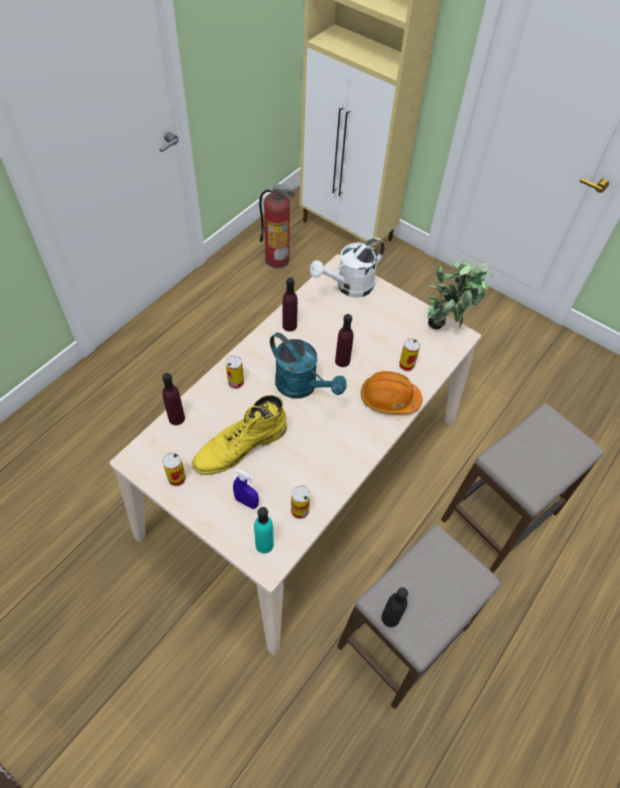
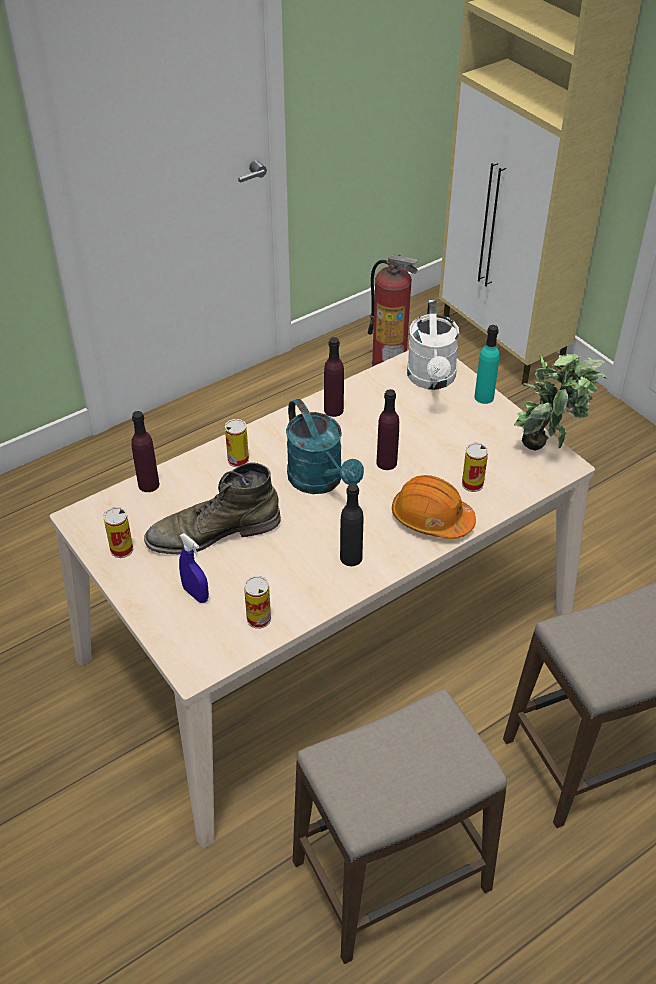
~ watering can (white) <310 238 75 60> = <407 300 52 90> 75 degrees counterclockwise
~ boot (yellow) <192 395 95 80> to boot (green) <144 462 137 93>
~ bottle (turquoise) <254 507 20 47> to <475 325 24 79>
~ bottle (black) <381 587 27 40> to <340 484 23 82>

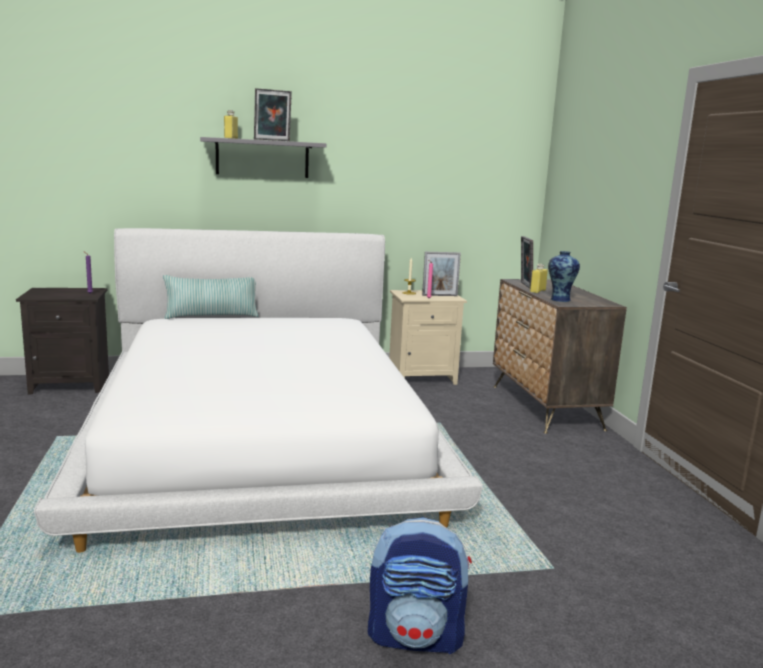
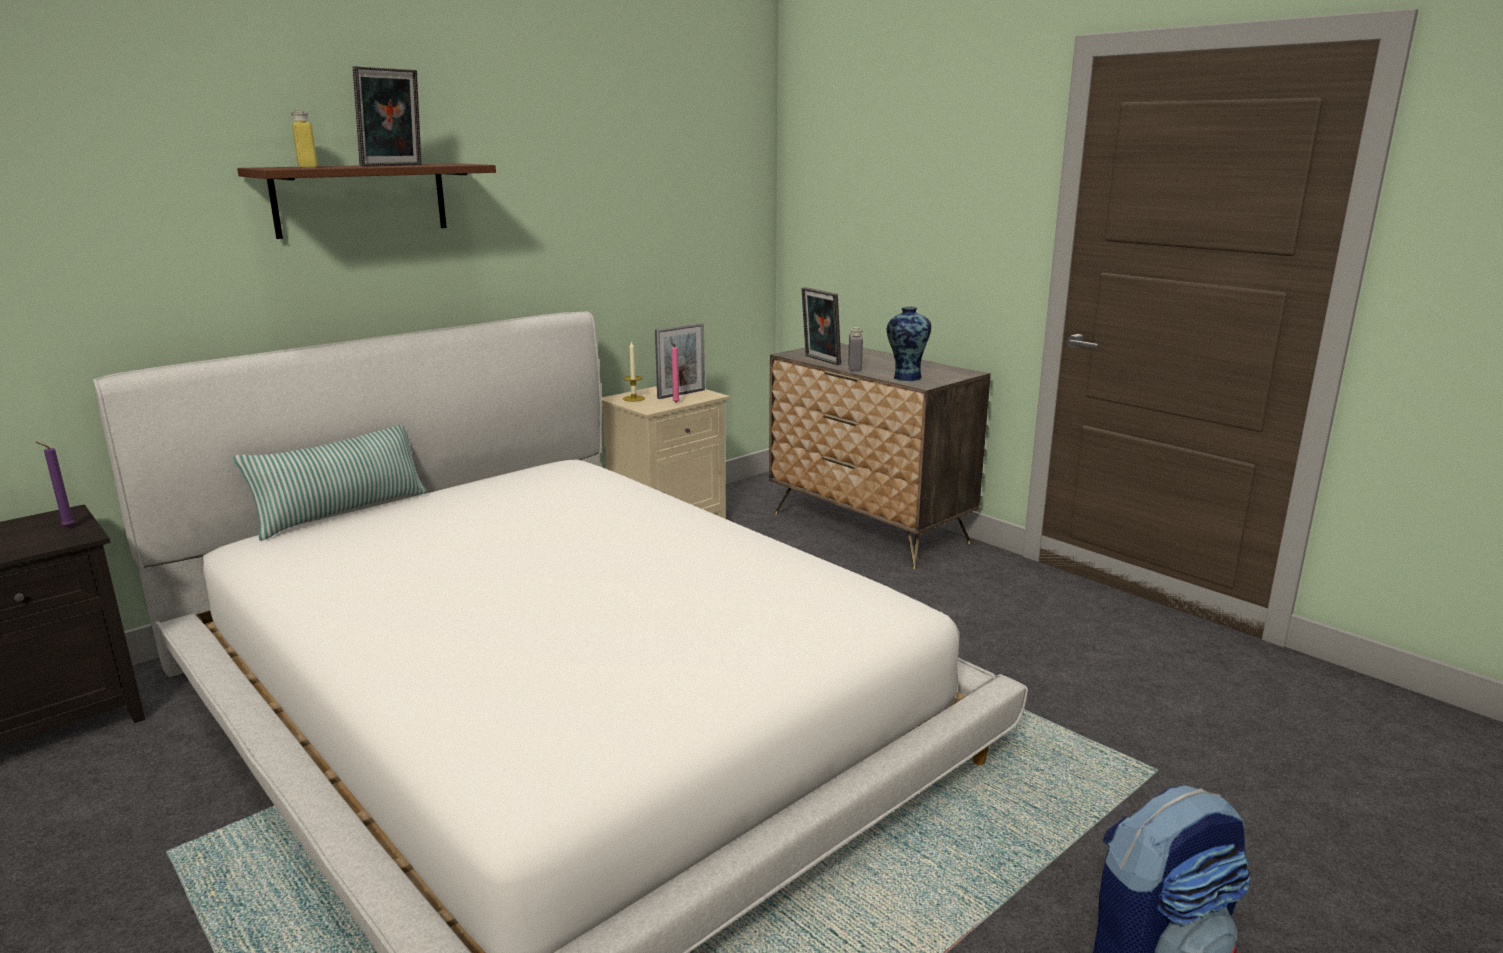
~ shelf (grey) <200 137 127 41> to shelf (brown) <237 163 259 76>
~ bottle (yellow) <530 264 18 29> to bottle (grey) <848 327 15 45>

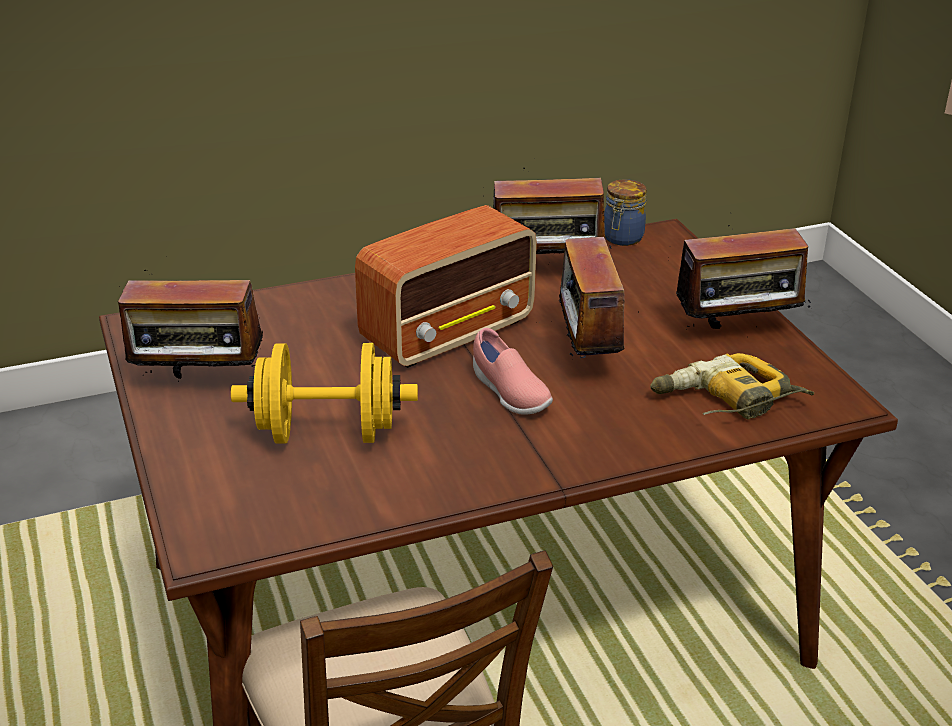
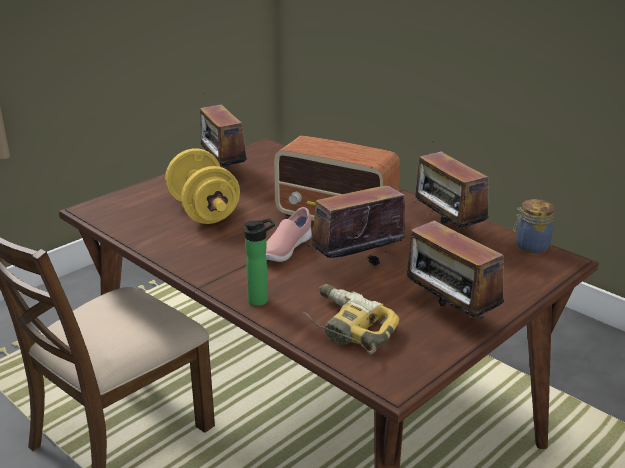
+ bottle <244 218 31 88>

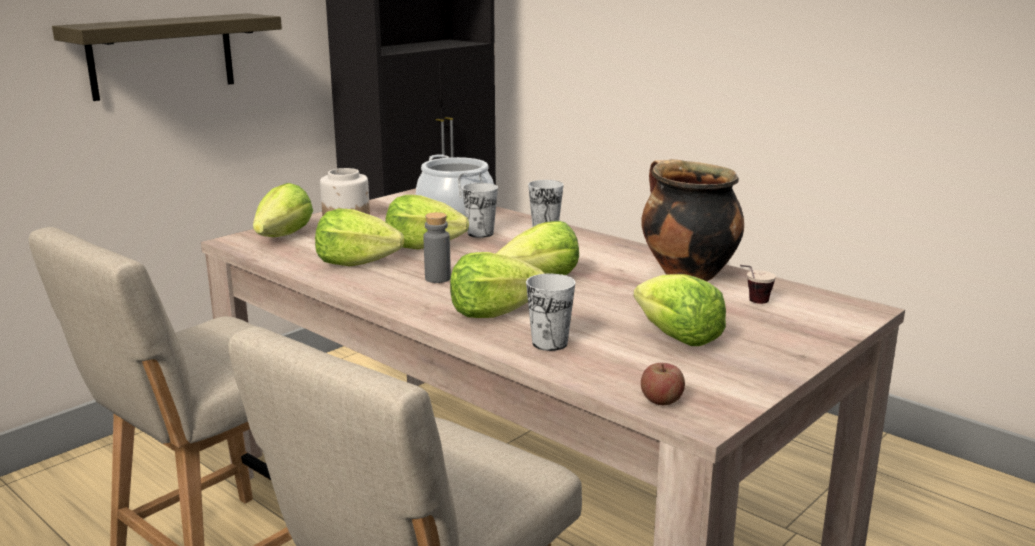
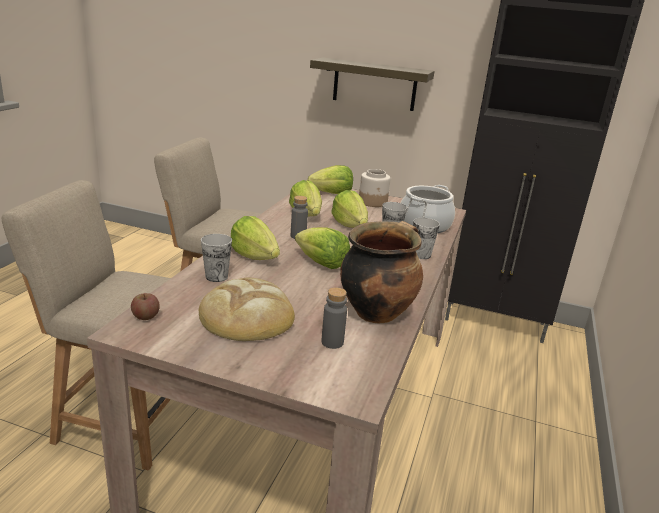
~ cup <740 265 36 39> to bottle (grey) <321 287 26 62>
~ lettuce <634 274 92 72> to bread <199 278 96 63>

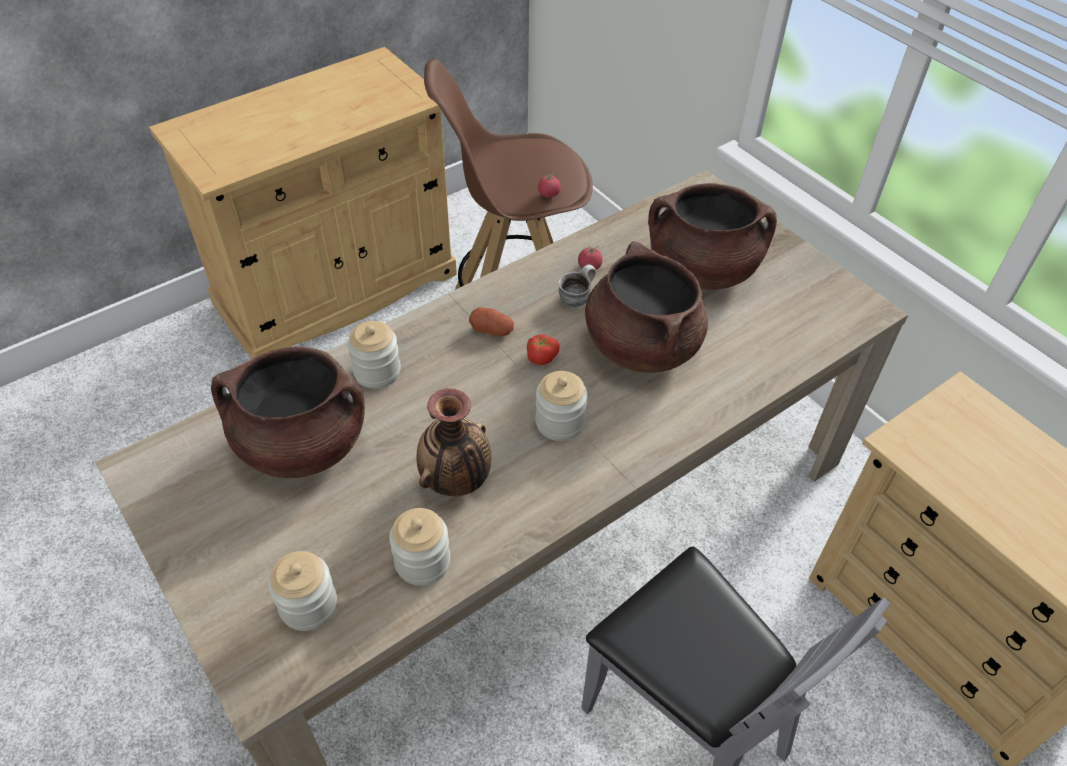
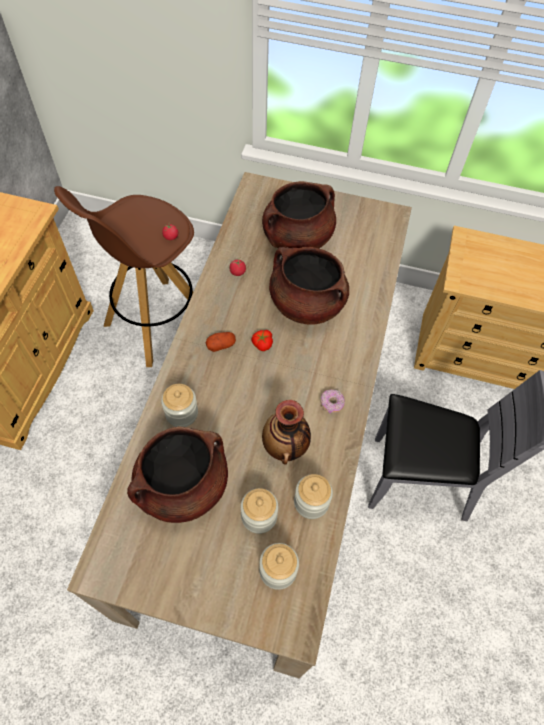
- mug <558 265 38 42>
~ jar <535 371 52 70> to <241 488 37 46>
+ donut <320 389 25 24>

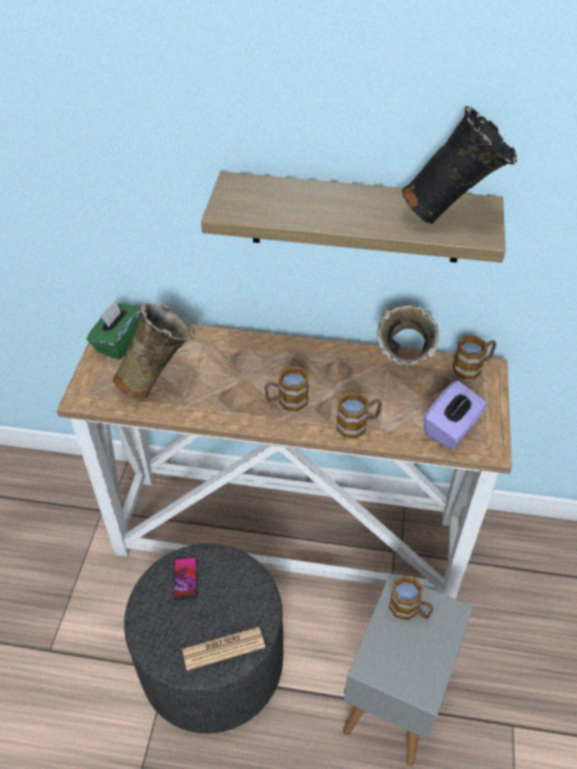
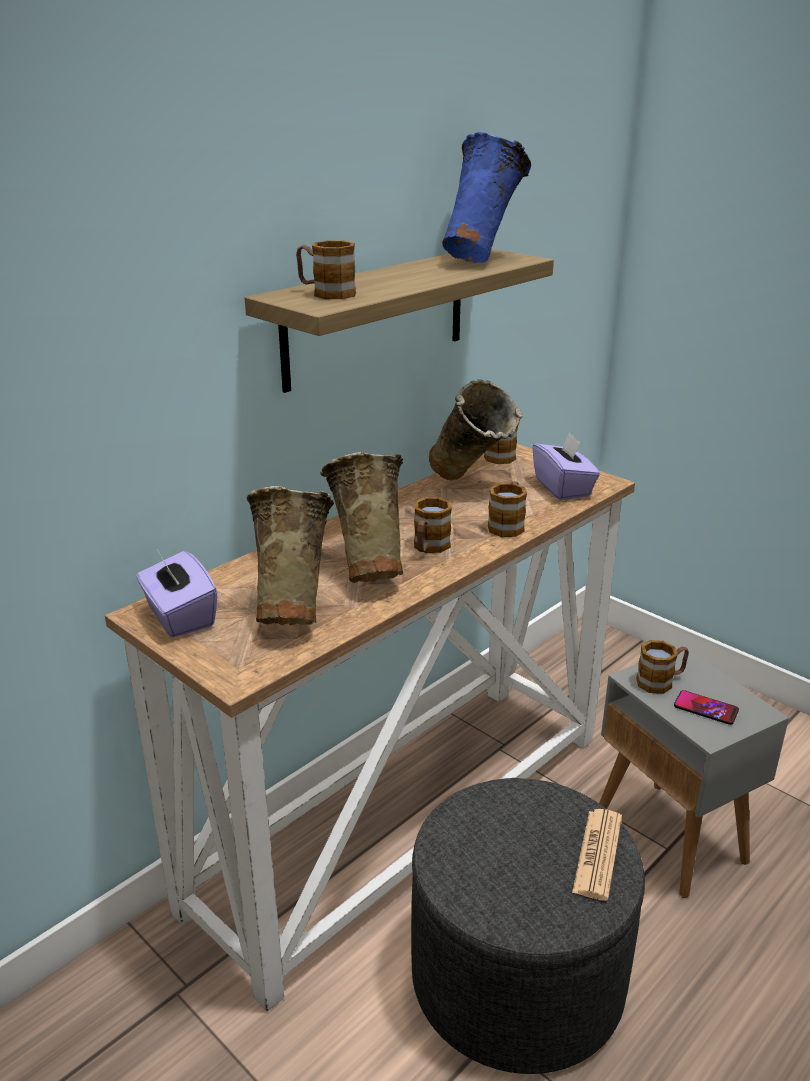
~ vase (black) <402 106 115 118> to vase (blue) <442 132 89 131>
~ tissue box (green) <87 300 54 60> to tissue box (purple) <136 549 81 89>
~ phone <173 557 24 43> to <674 690 65 35>
+ mug <296 240 60 59>
+ vase (beige) <320 452 83 131>

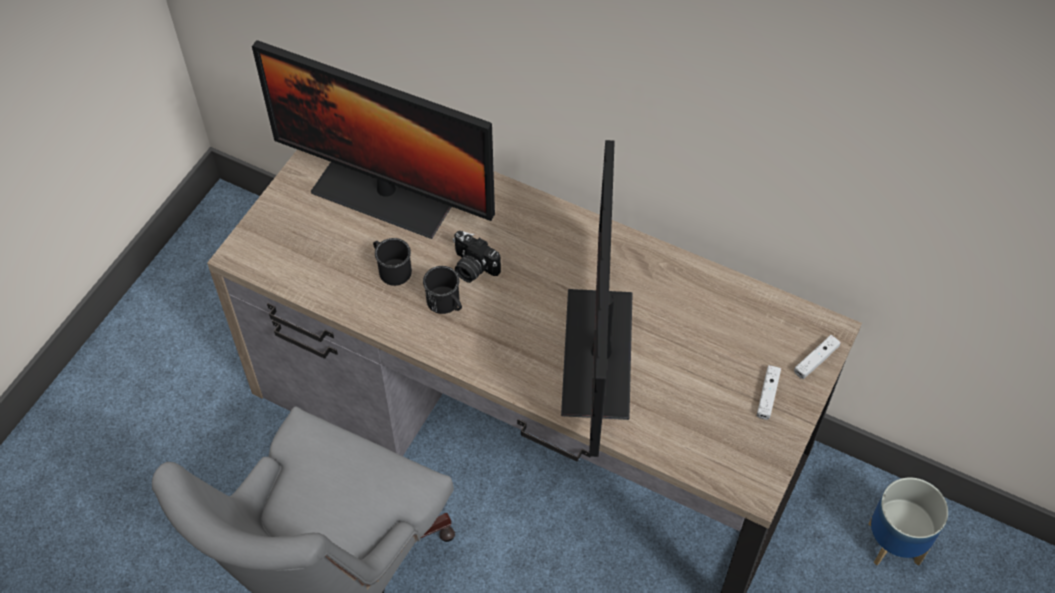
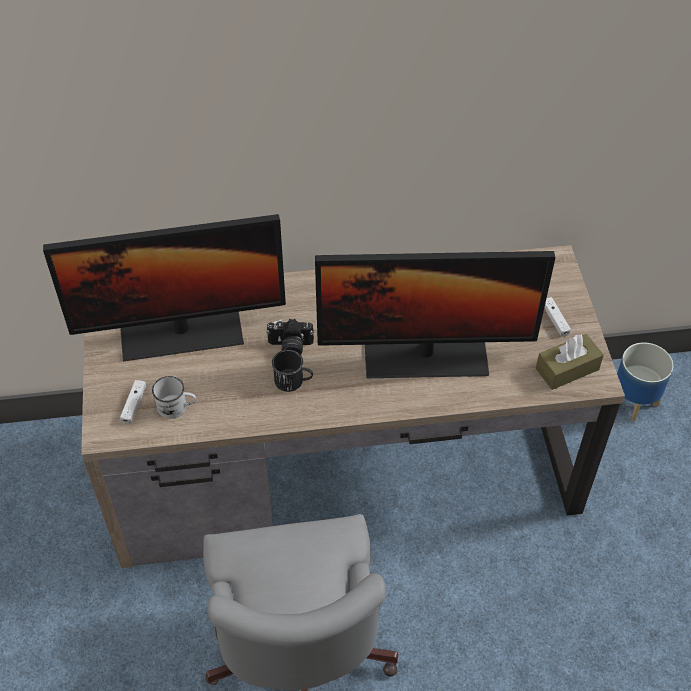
~ monitor <561 140 72 317> = <315 251 240 127> 60 degrees counterclockwise
- mug (black) <373 238 39 48>
~ game controller (white) <794 335 47 44> to <120 380 26 44>
+ tissue box (brown) <536 334 68 56>
+ mug (white) <152 376 44 43>

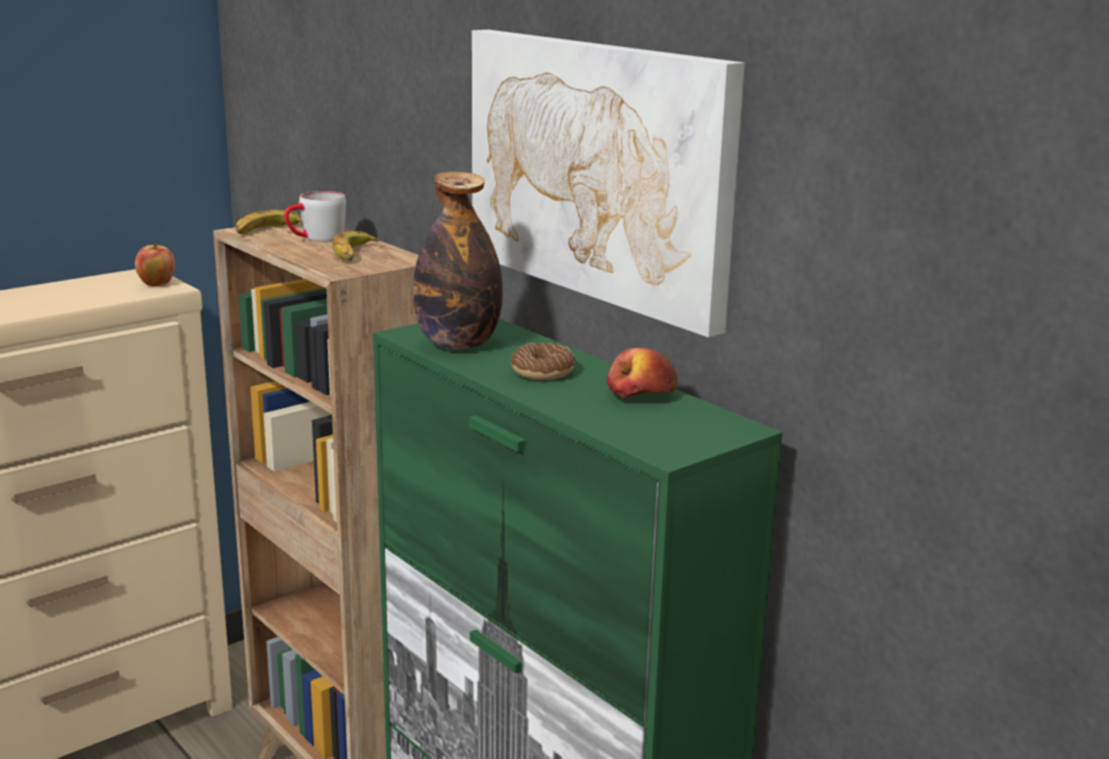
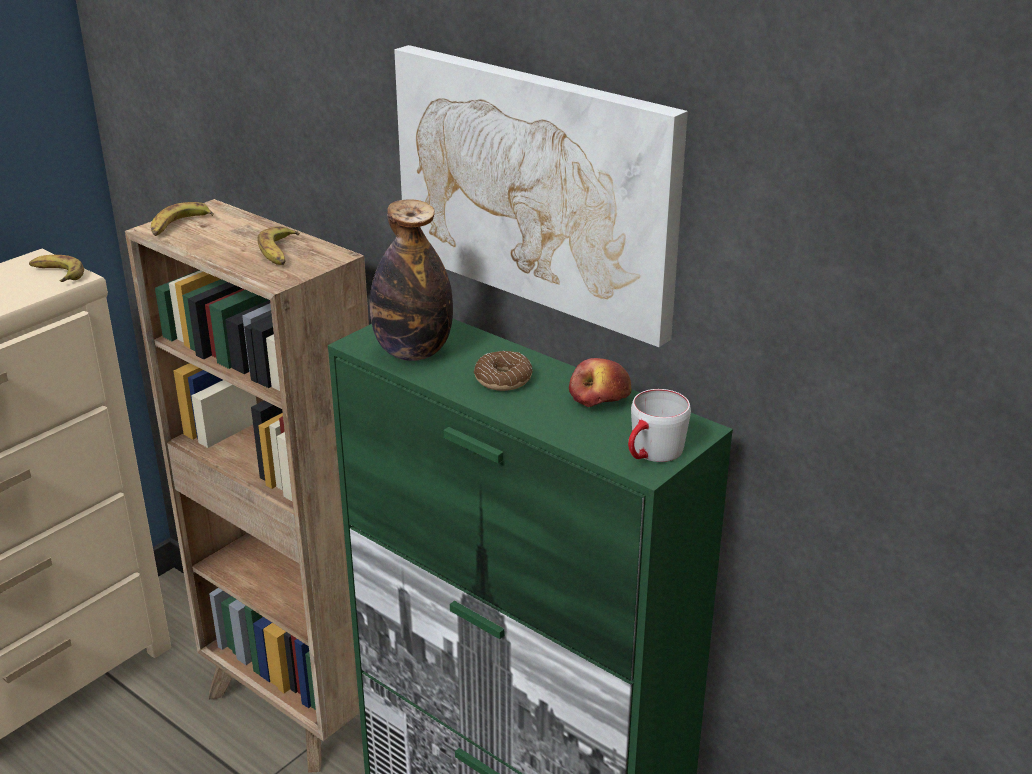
~ mug (grey) <284 191 62 50> to <628 389 63 73>
~ apple <135 243 40 43> to banana <29 255 55 27>

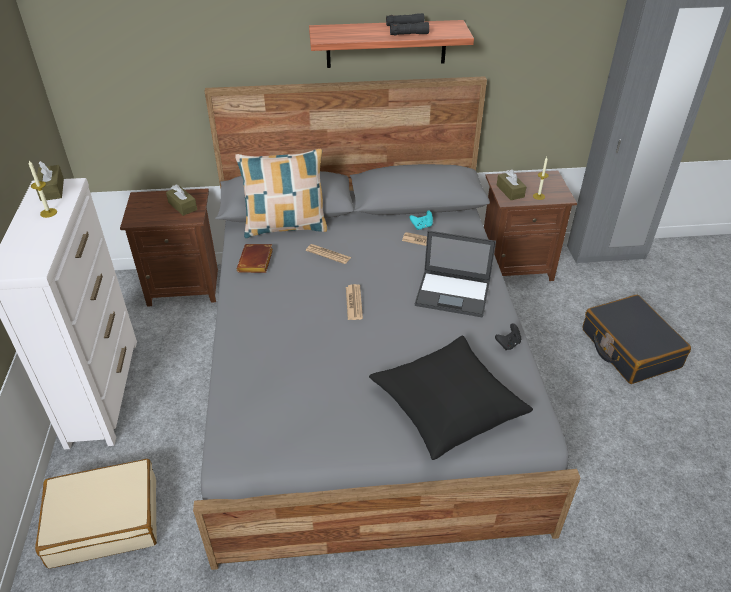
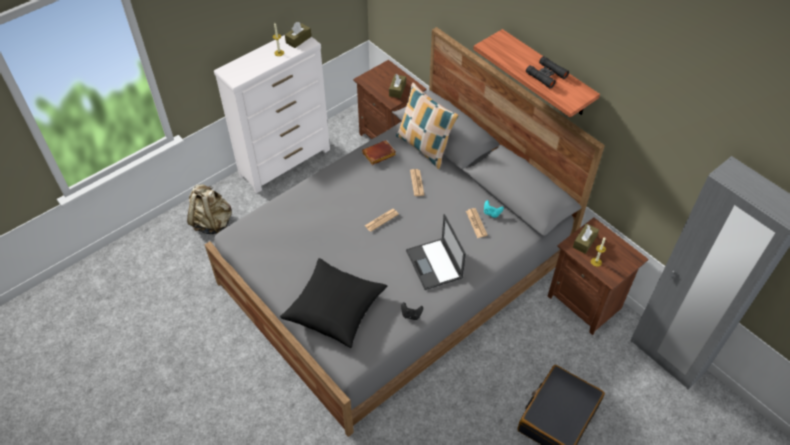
~ suitcase (beige) <35 459 122 110> to backpack (beige) <187 185 45 49>

